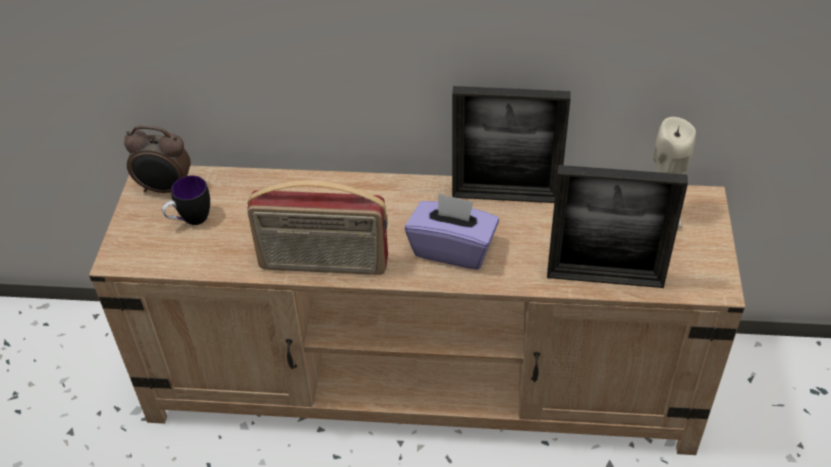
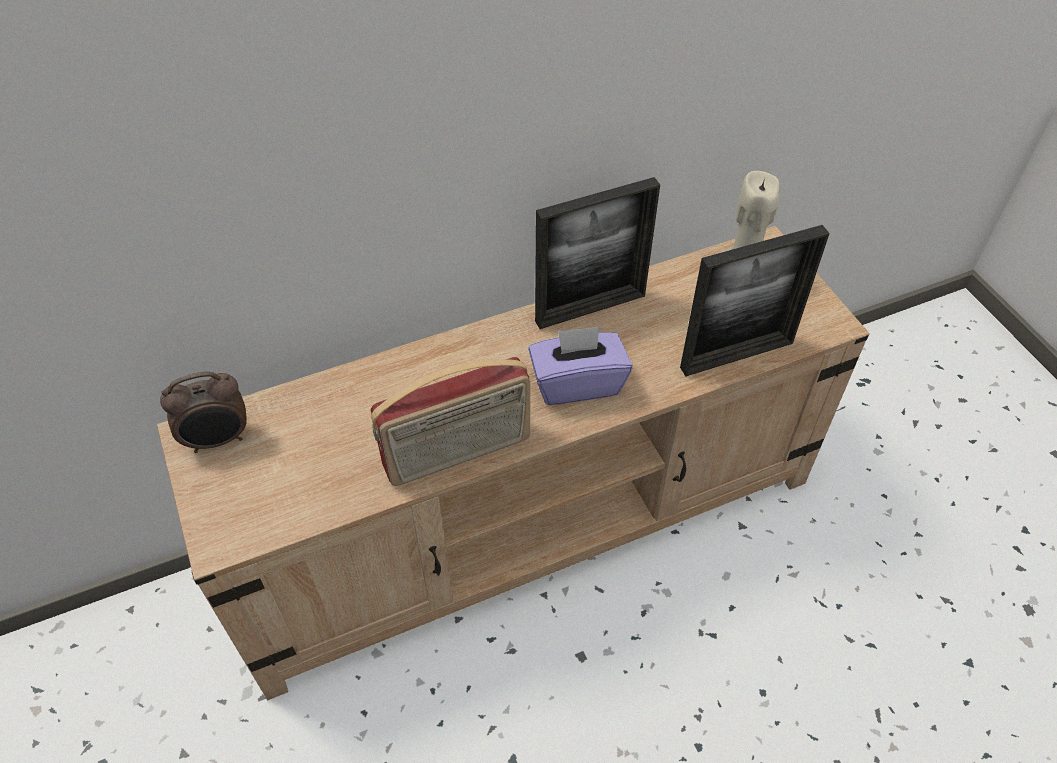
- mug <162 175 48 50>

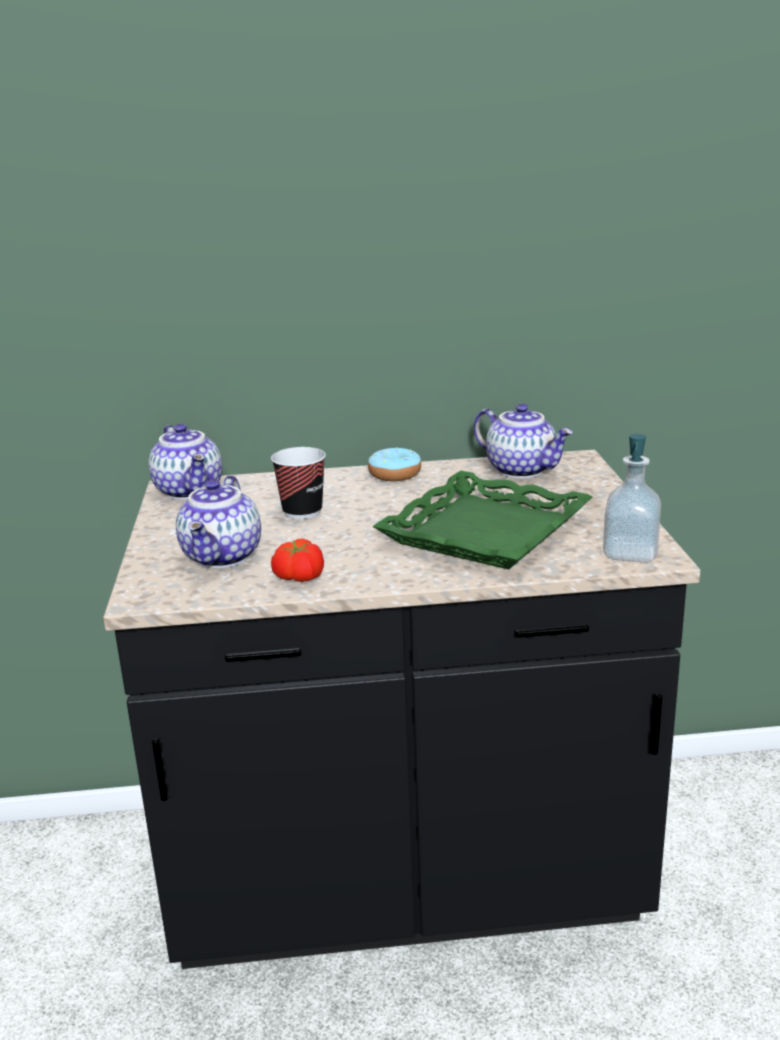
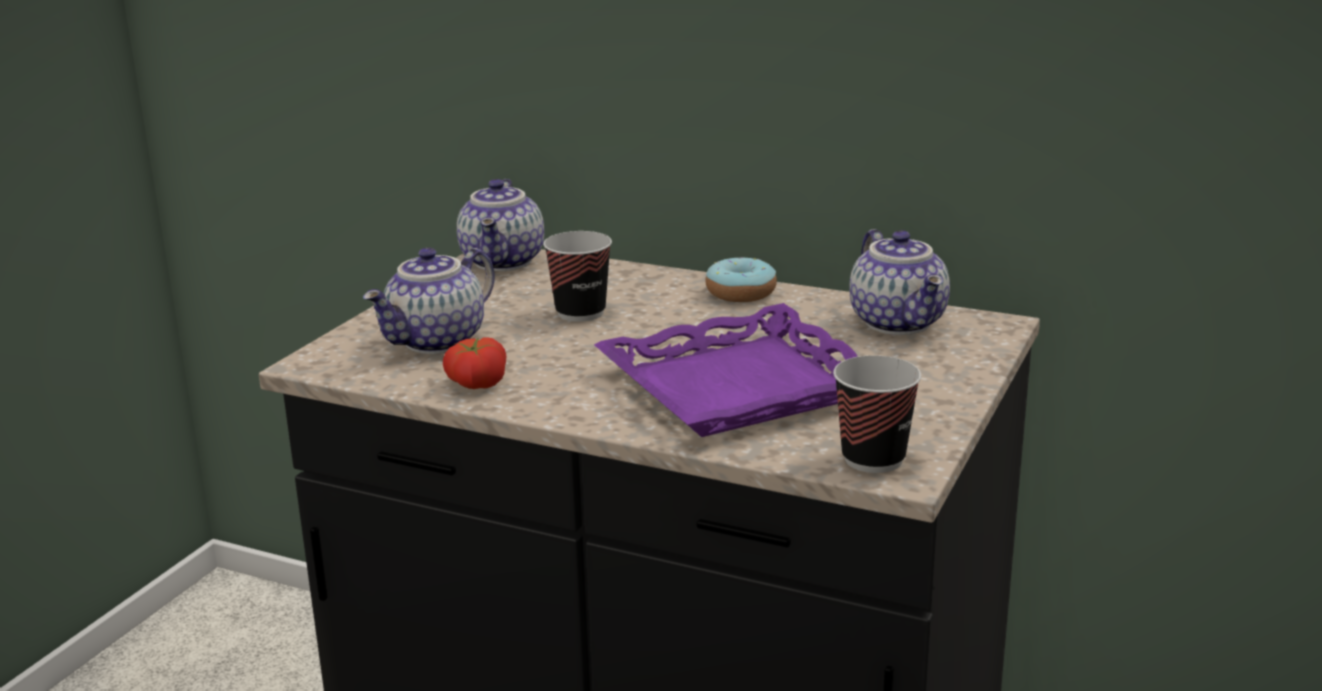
~ soap dispenser <603 434 58 128> to cup <833 355 88 118>
~ tray (green) <372 470 220 100> to tray (purple) <594 303 264 134>

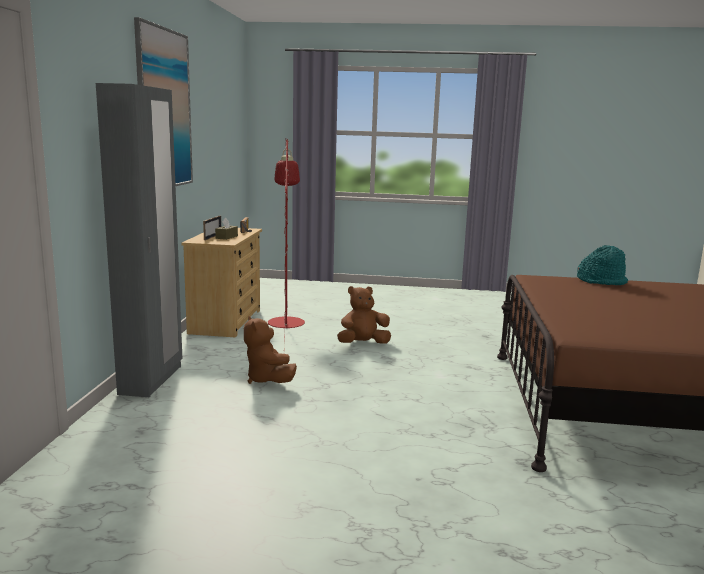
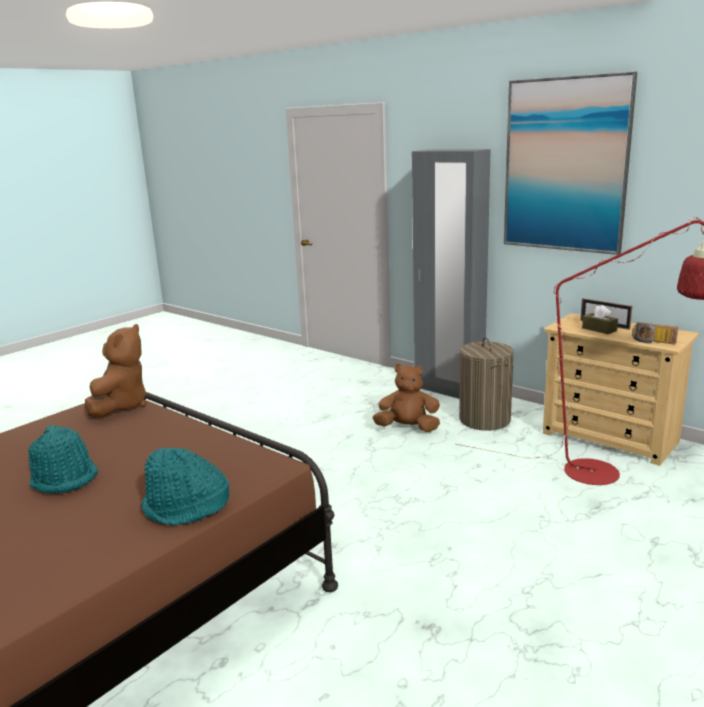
~ plush toy (brown) <337 286 54 58> to <85 324 62 94>
+ laundry basket <459 337 55 94>
+ hat (turquoise) <28 425 70 68>

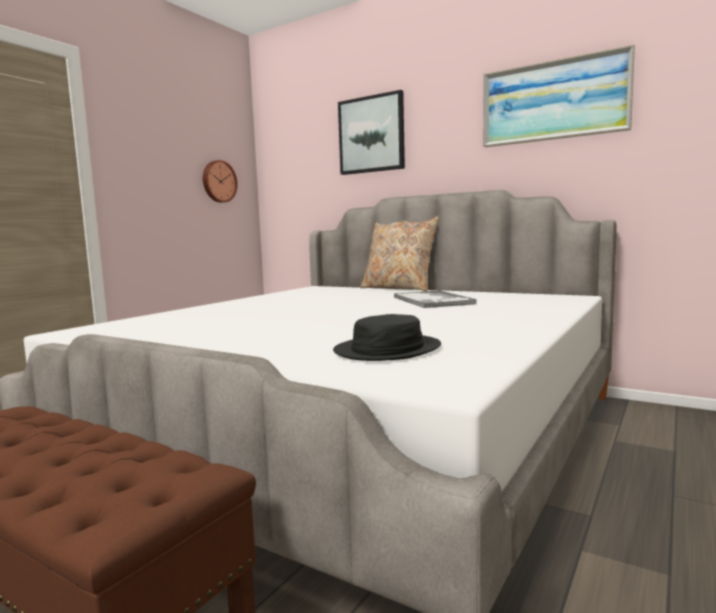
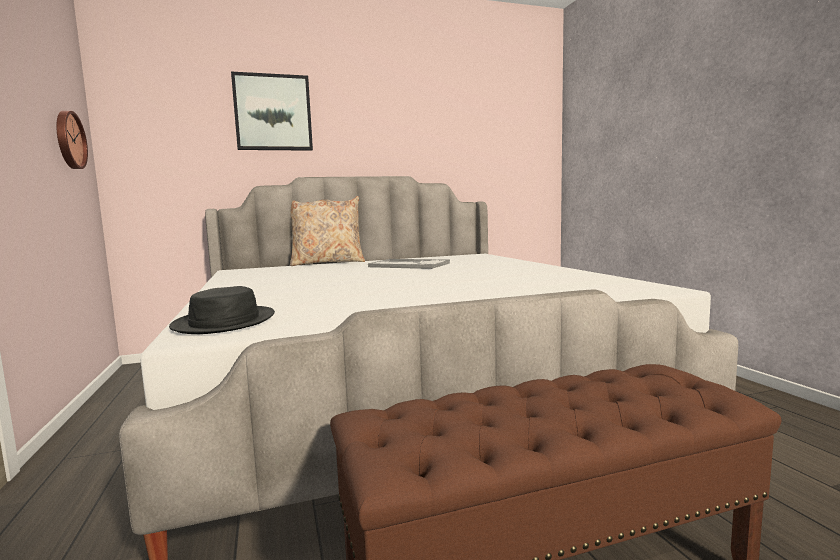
- picture <483 44 152 103>
~ hat (black) <333 314 108 47> to <169 286 106 48>

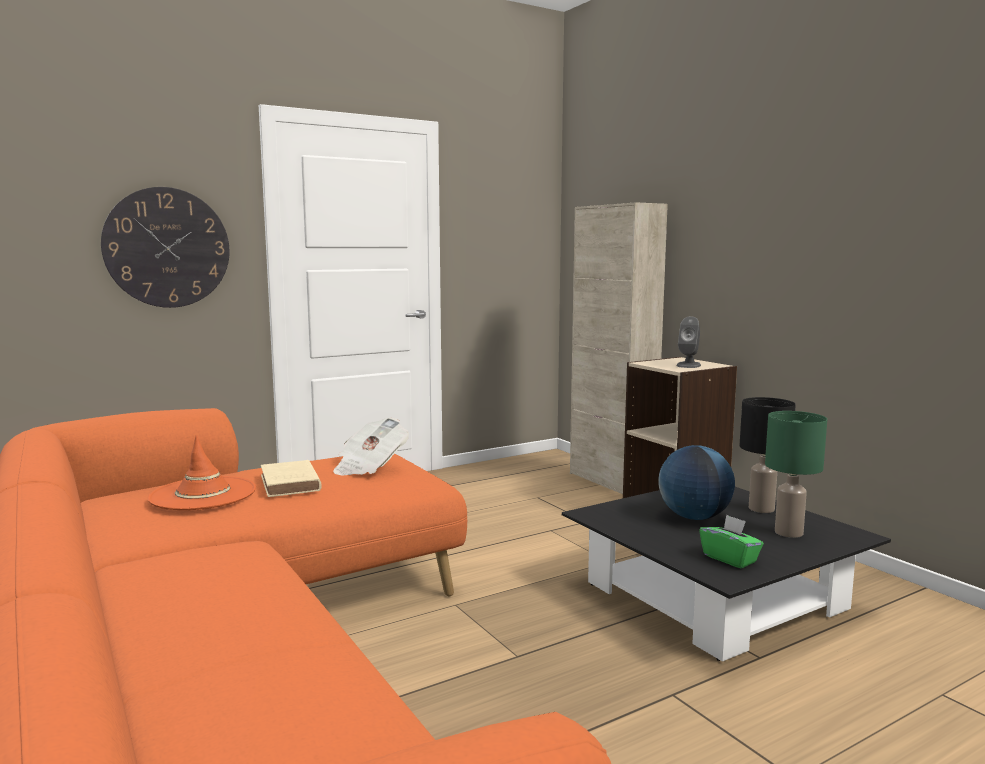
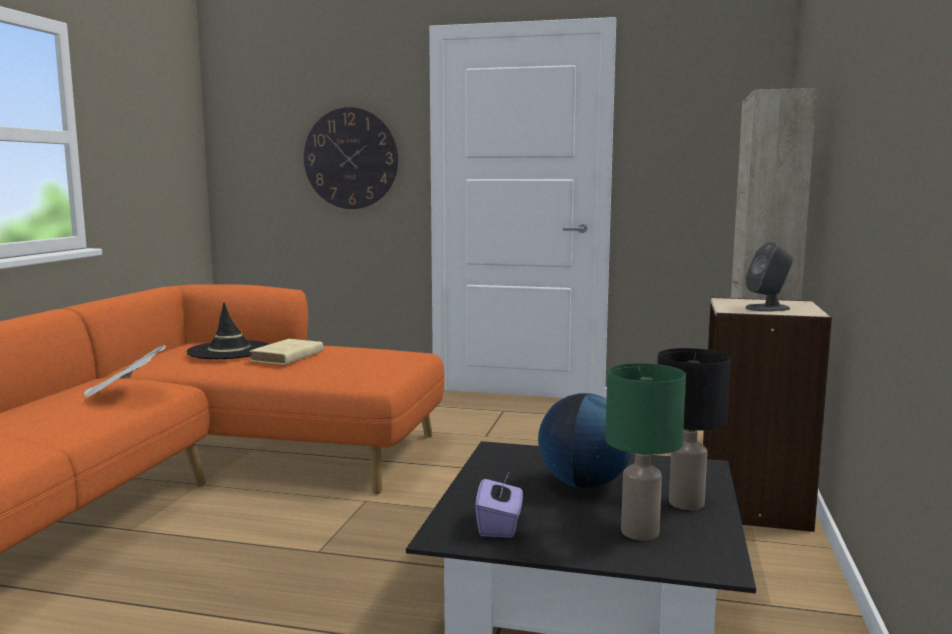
~ newspaper <333 418 76 57> to <84 345 82 53>
~ hat (orange) <148 435 108 75> to hat (black) <187 303 82 56>
~ tissue box (green) <699 515 65 53> to tissue box (purple) <476 473 47 65>

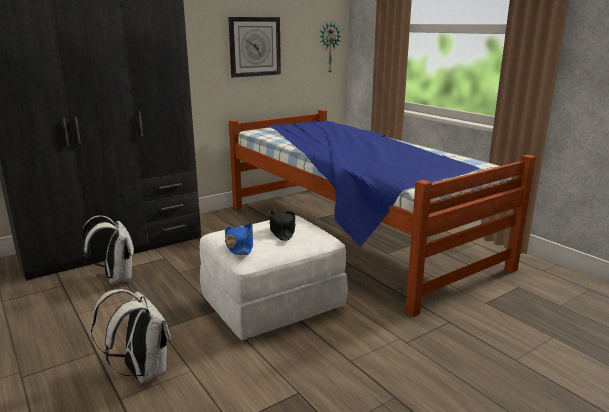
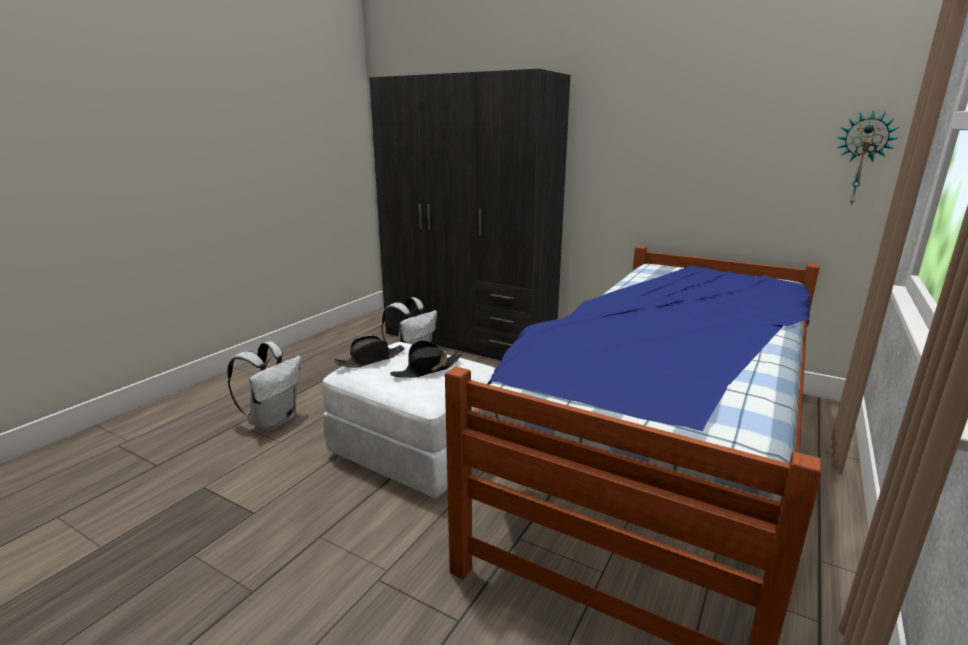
- wall clock <228 17 53 61>
~ hat (blue) <225 223 28 32> to hat (black) <333 336 72 32>

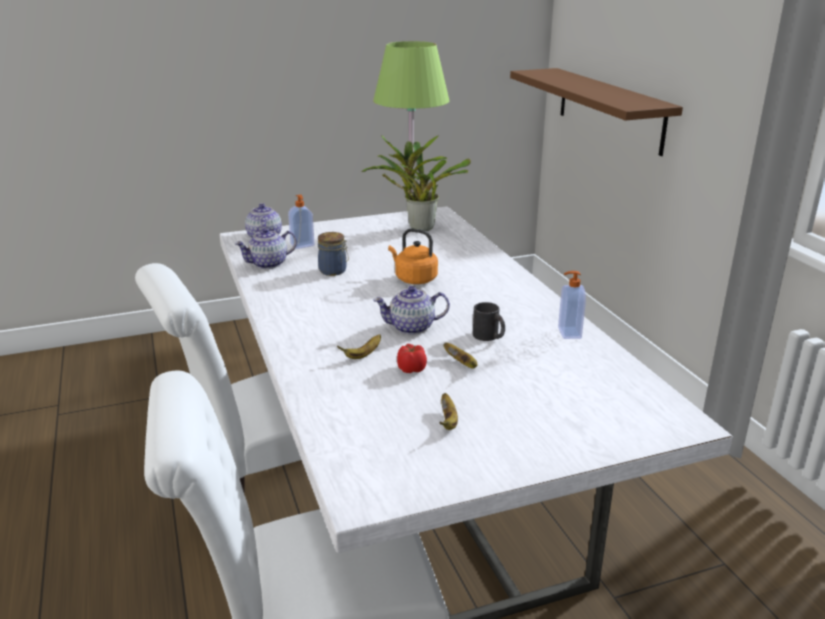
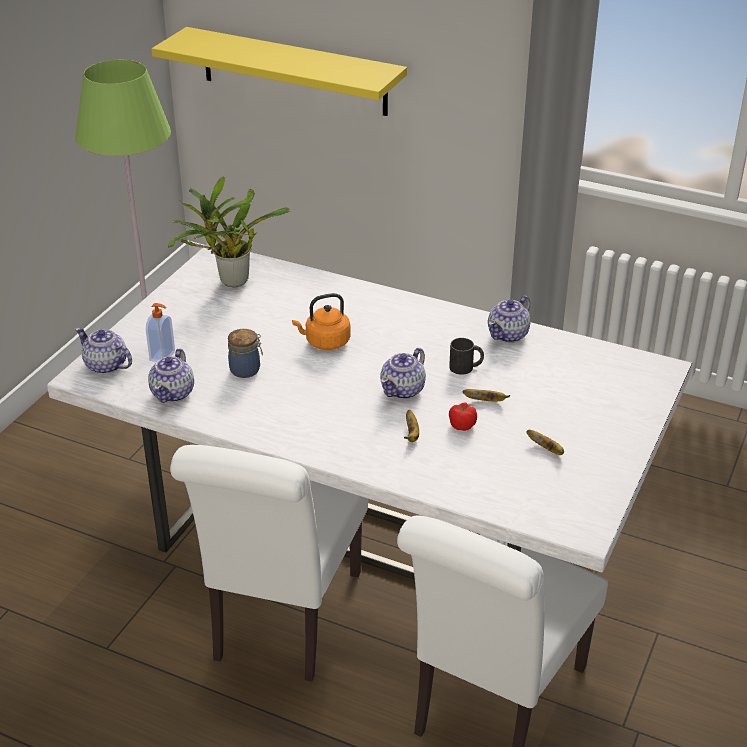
~ shelf (brown) <510 68 173 88> to shelf (yellow) <152 27 255 89>
~ soap dispenser <558 271 28 68> to teapot <488 296 43 47>

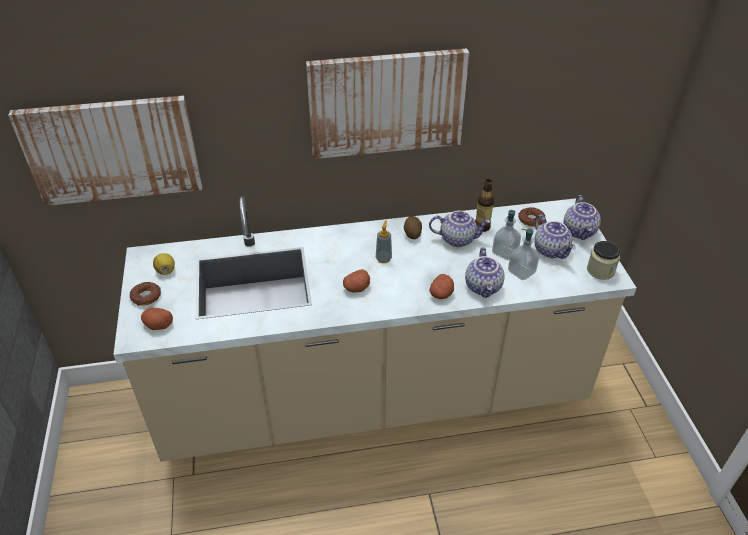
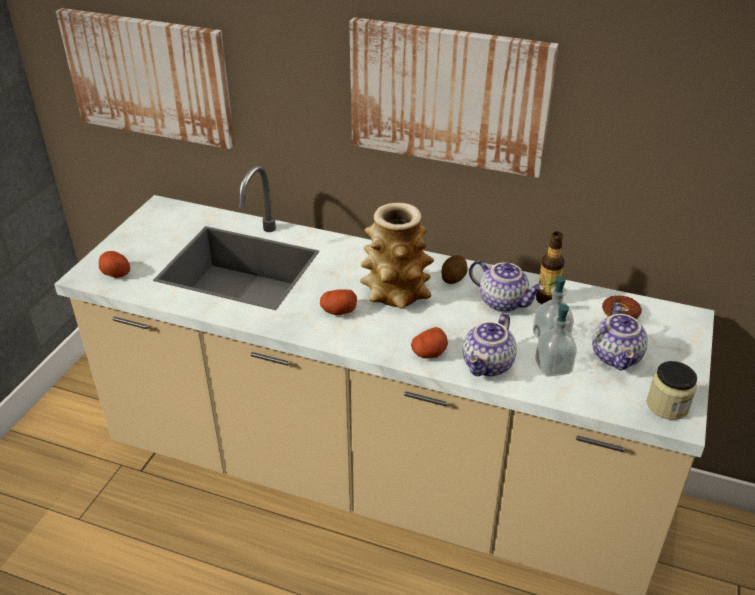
- teapot <564 195 37 45>
~ soap dispenser <376 220 16 43> to vase <360 203 74 106>
- lemon <153 253 22 22>
- donut <130 282 31 24>

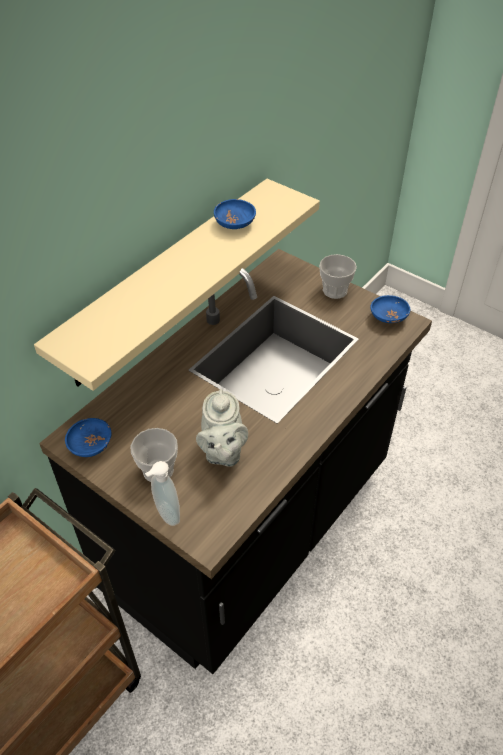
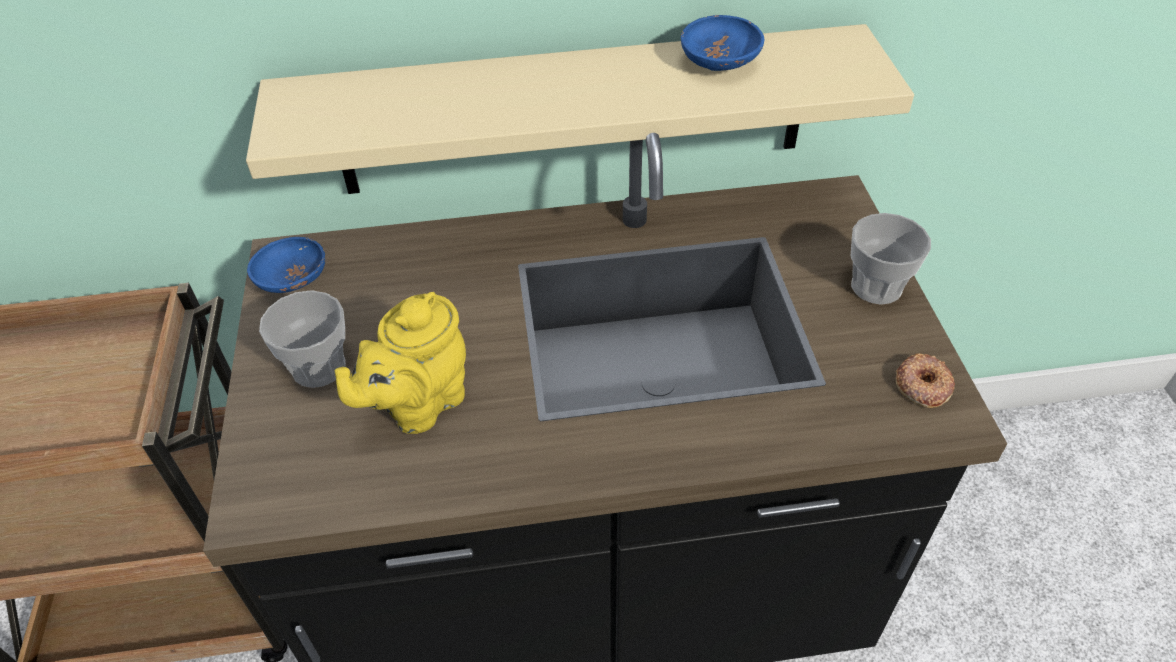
~ bowl (blue) <370 295 41 28> to donut <896 353 59 55>
~ teapot (grey) <196 389 52 78> to teapot (yellow) <335 292 131 142>
- soap dispenser <145 461 35 65>

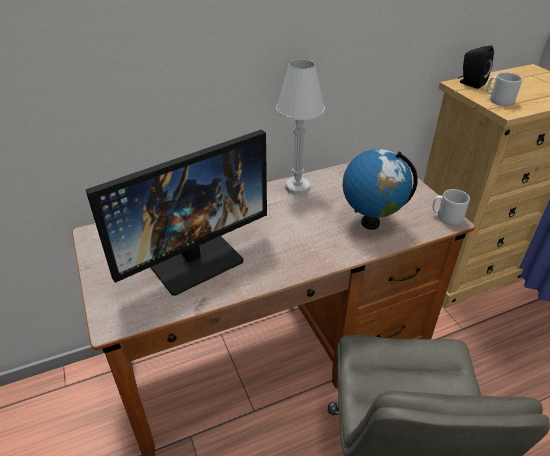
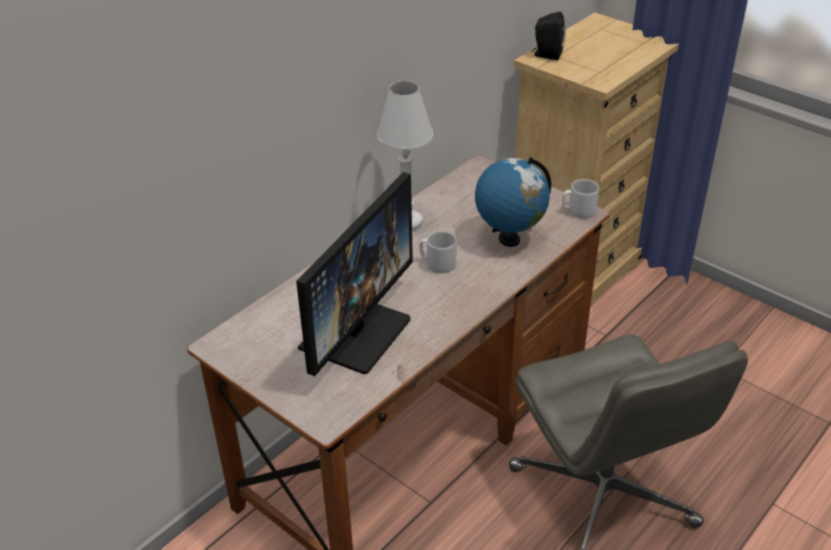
~ mug (grey) <487 72 35 34> to <419 231 38 42>

